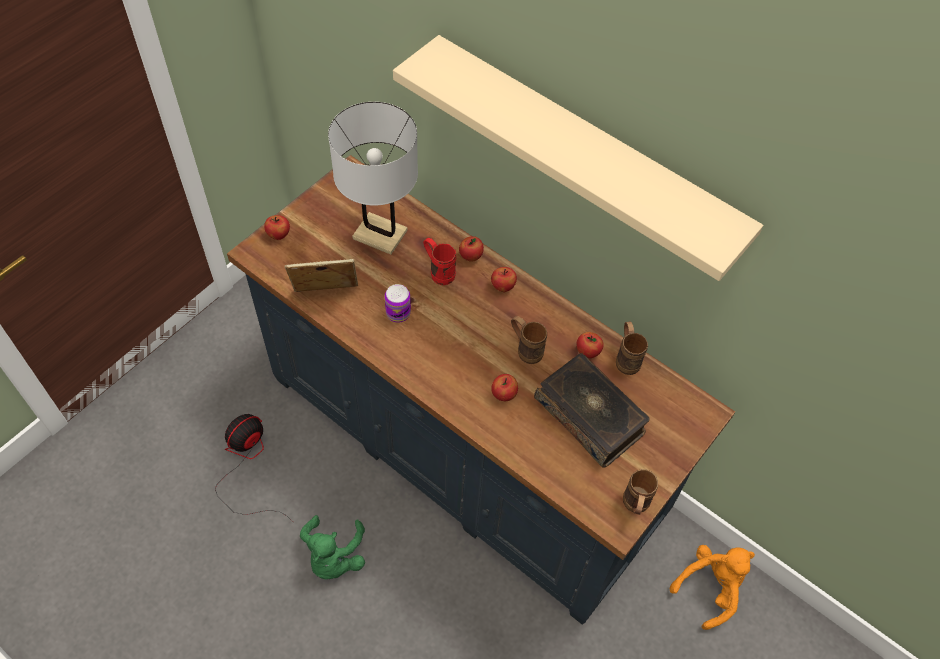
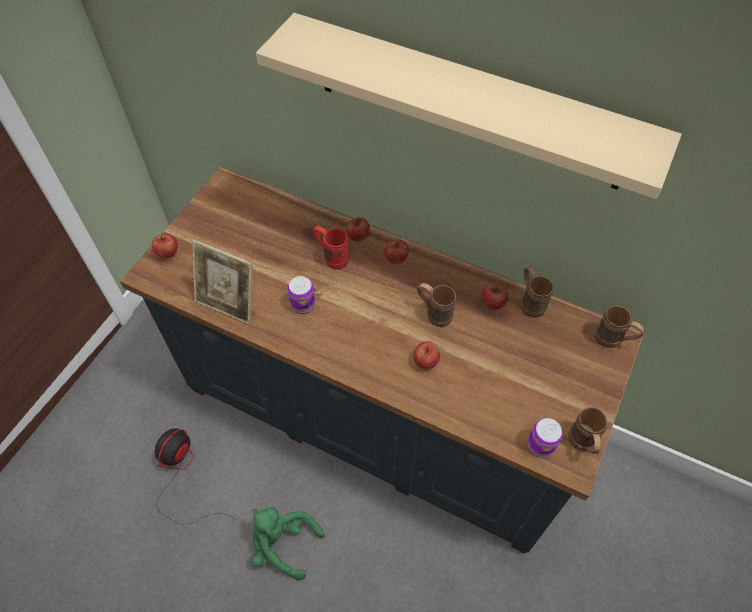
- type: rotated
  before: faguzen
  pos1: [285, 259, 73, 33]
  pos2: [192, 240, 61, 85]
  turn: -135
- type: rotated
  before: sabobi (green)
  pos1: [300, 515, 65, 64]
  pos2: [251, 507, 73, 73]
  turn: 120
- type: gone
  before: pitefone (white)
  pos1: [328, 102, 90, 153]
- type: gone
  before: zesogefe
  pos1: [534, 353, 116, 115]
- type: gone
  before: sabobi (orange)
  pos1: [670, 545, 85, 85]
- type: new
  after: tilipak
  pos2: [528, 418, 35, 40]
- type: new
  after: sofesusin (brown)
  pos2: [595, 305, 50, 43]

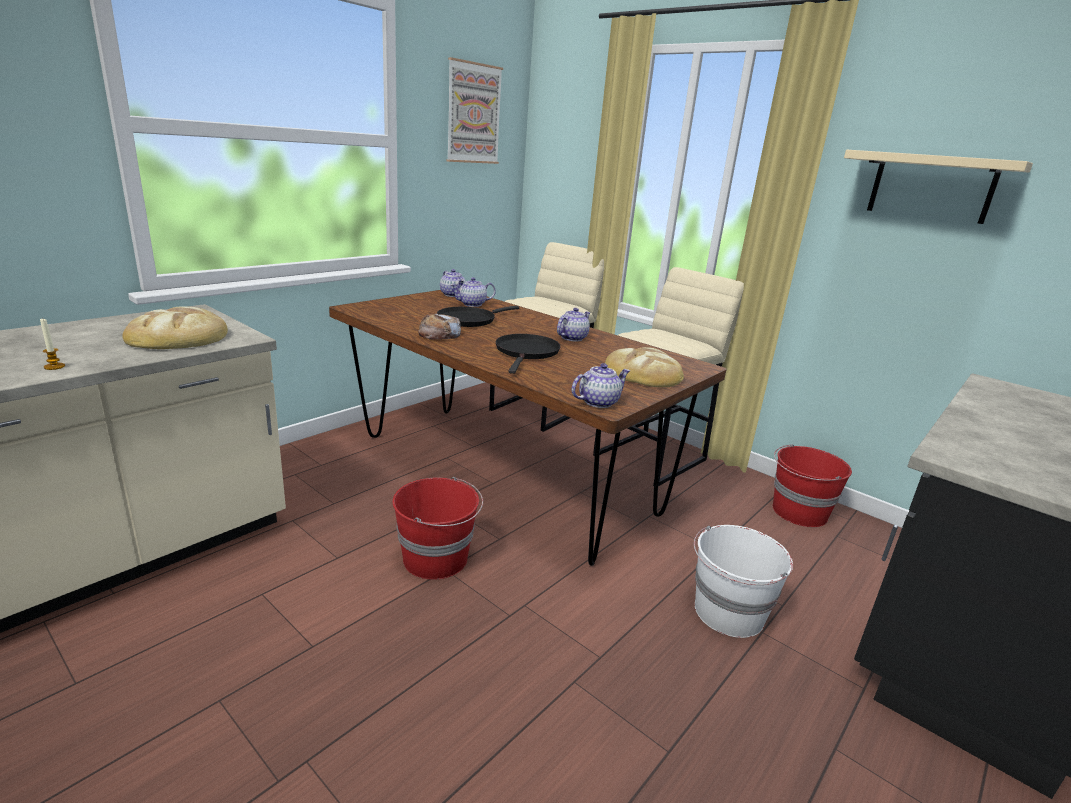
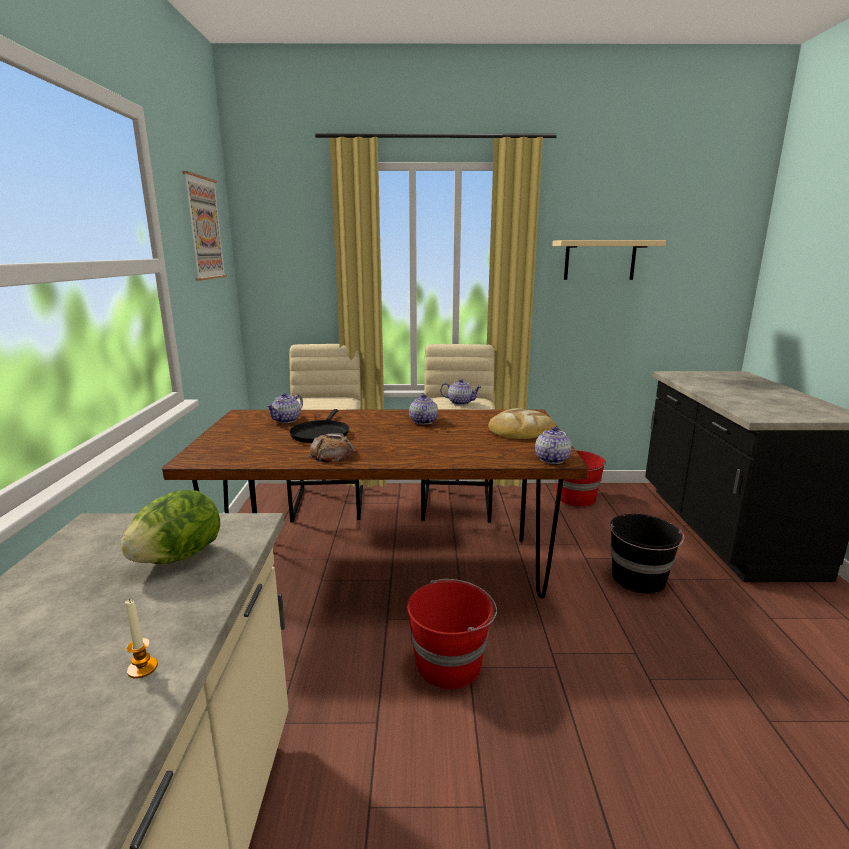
- type: swapped
  before: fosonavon
  after: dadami
  pos1: [122, 306, 106, 43]
  pos2: [120, 490, 100, 74]
- type: shifted
  before: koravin
  pos1: [440, 269, 26, 28]
  pos2: [440, 379, 41, 26]
- type: gone
  before: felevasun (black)
  pos1: [496, 334, 65, 40]
- type: repainted
  before: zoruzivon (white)
  after: zoruzivon (black)
  pos1: [694, 525, 99, 113]
  pos2: [610, 514, 74, 80]

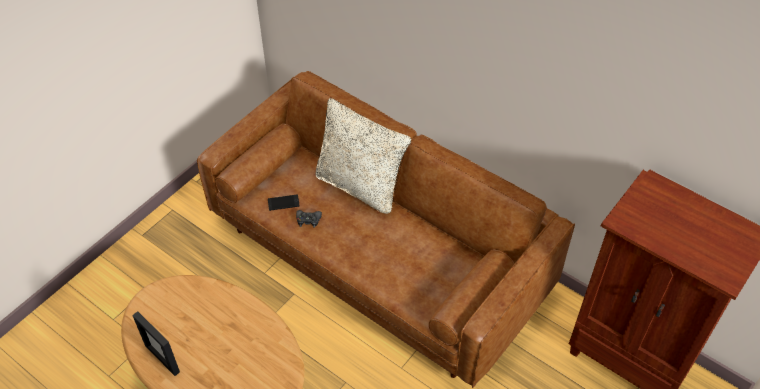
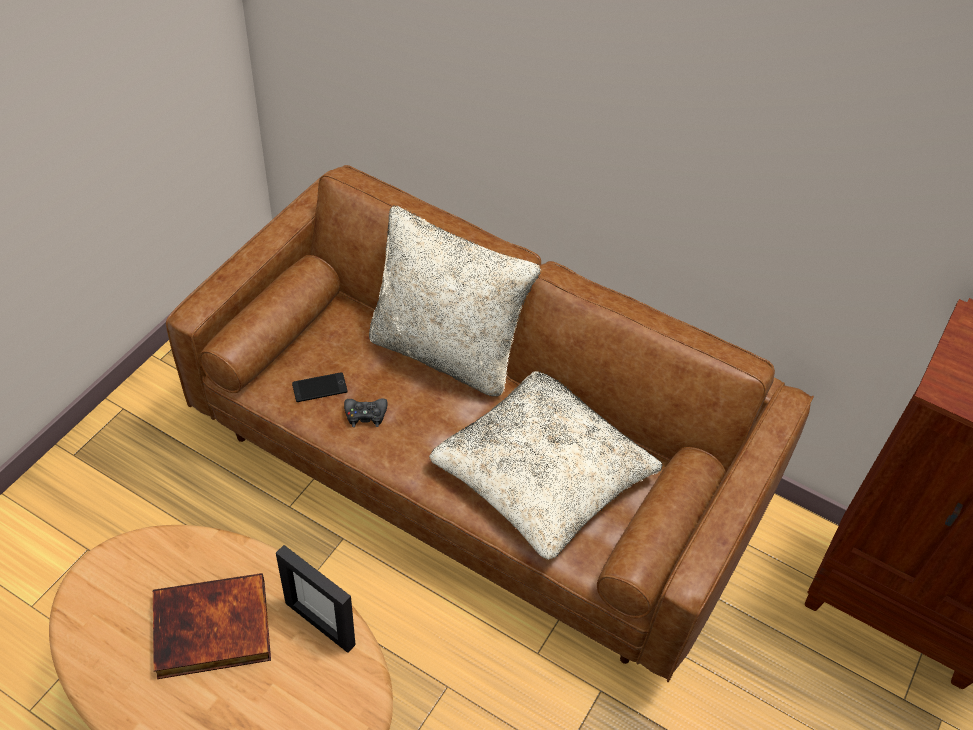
- type: shifted
  before: faguzen
  pos1: [132, 311, 48, 65]
  pos2: [276, 545, 80, 108]
- type: new
  after: zesogefe
  pos2: [153, 573, 118, 106]
- type: new
  after: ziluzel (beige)
  pos2: [429, 371, 234, 189]

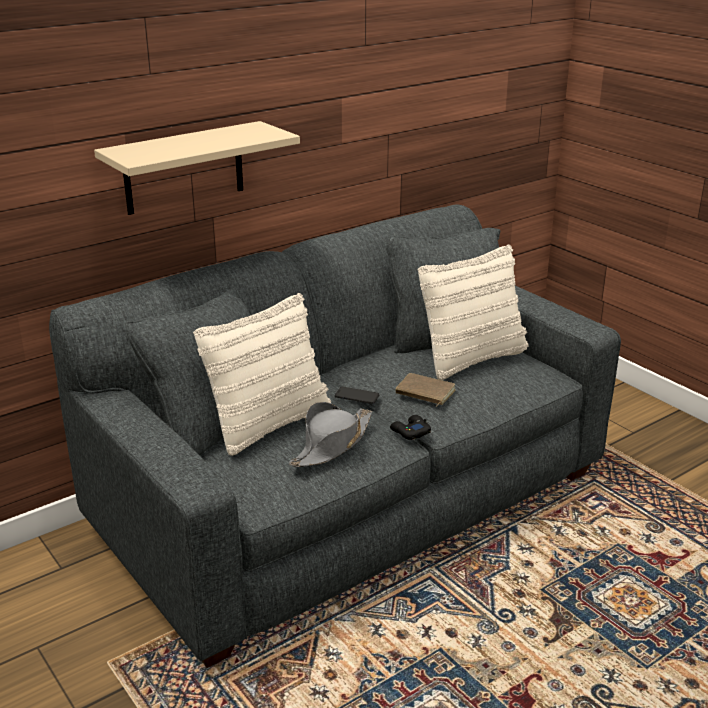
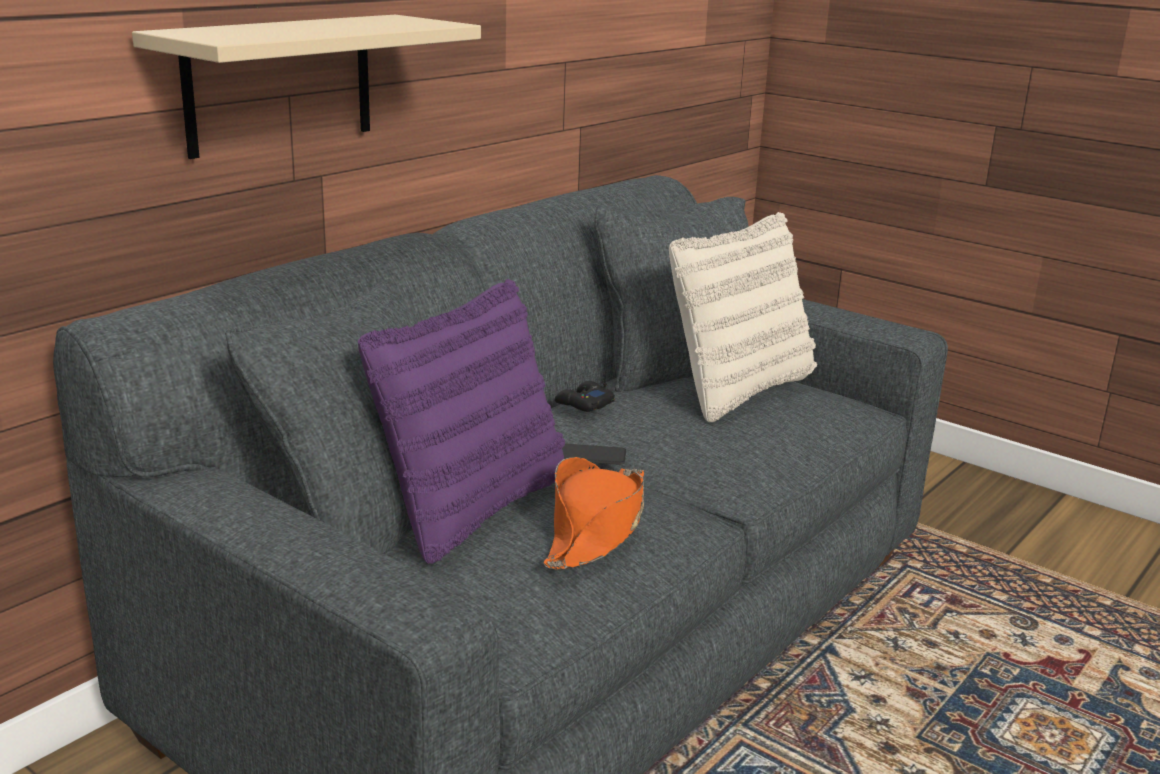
- type: repainted
  before: ziluzel (beige)
  after: ziluzel (purple)
  pos1: [193, 293, 138, 163]
  pos2: [358, 279, 207, 285]
- type: repainted
  before: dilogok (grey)
  after: dilogok (orange)
  pos1: [289, 402, 83, 65]
  pos2: [544, 457, 100, 113]
- type: shifted
  before: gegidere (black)
  pos1: [390, 415, 41, 25]
  pos2: [555, 381, 60, 31]
- type: gone
  before: zesogefe (brown)
  pos1: [395, 373, 61, 33]

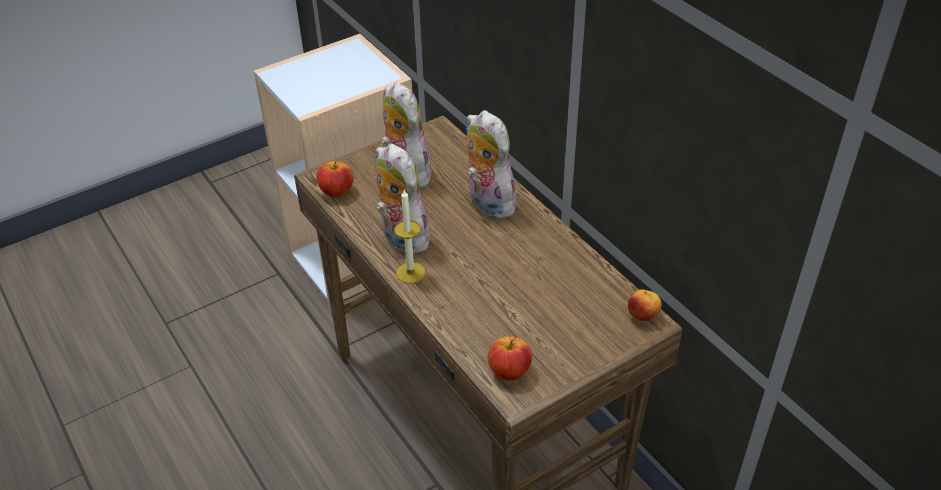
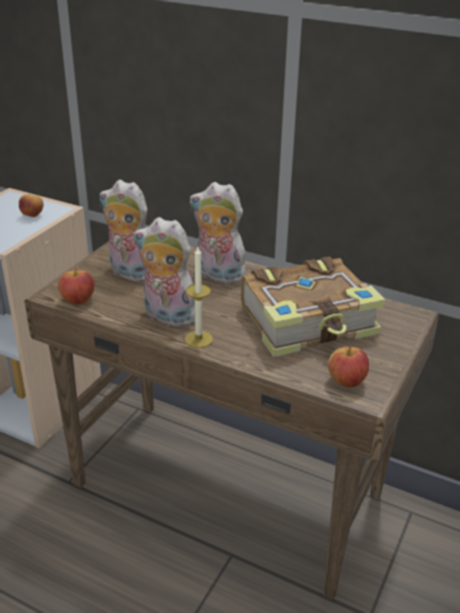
- type: shifted
  before: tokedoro
  pos1: [628, 290, 34, 31]
  pos2: [19, 194, 25, 23]
- type: new
  after: zesogefe
  pos2: [241, 257, 145, 100]

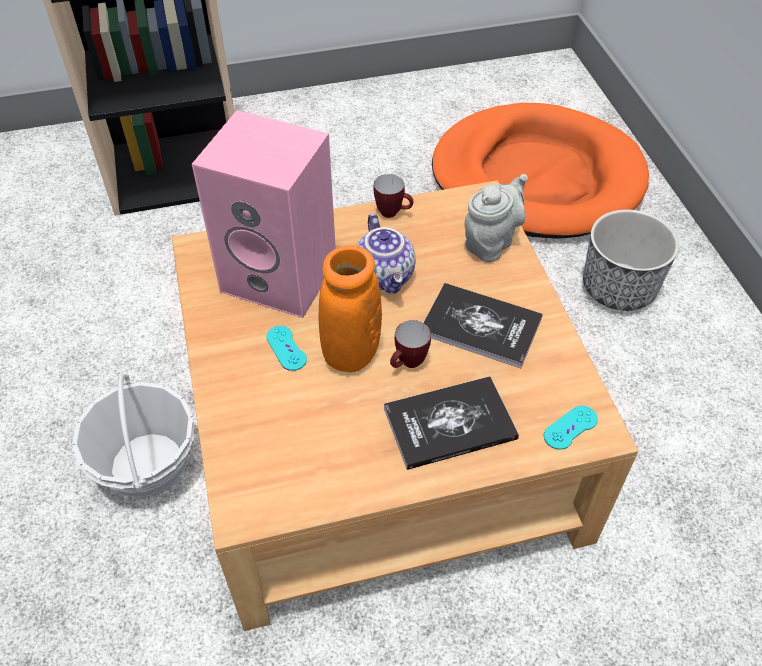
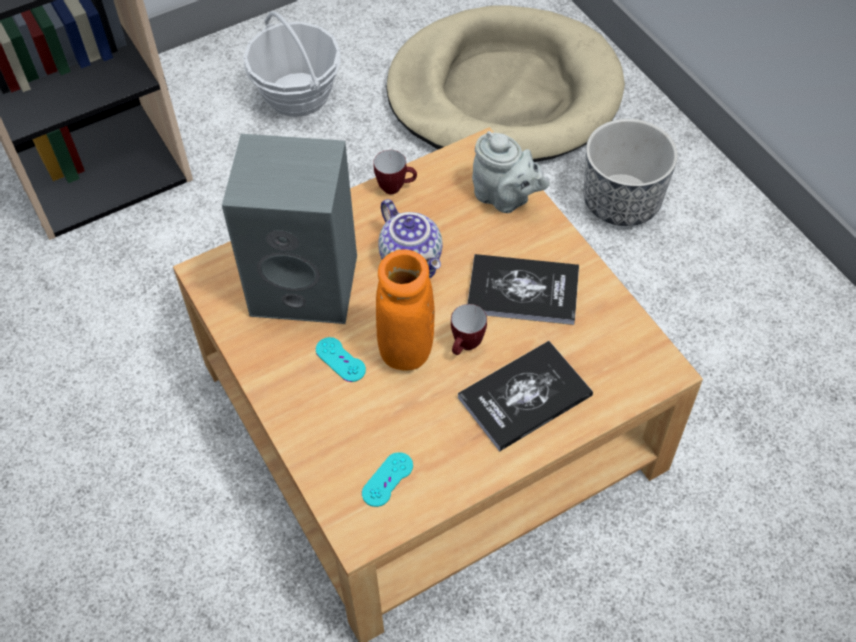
- type: shifted
  before: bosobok
  pos1: [72, 374, 122, 124]
  pos2: [244, 11, 97, 106]
- type: repainted
  before: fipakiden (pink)
  after: fipakiden (grey)
  pos1: [192, 110, 144, 208]
  pos2: [222, 134, 135, 190]
- type: repainted
  before: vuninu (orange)
  after: vuninu (beige)
  pos1: [432, 103, 217, 136]
  pos2: [386, 5, 239, 157]
- type: rotated
  before: koravin (grey)
  pos1: [465, 174, 63, 88]
  pos2: [472, 131, 78, 82]
  turn: 105
- type: shifted
  before: gegidere (turquoise)
  pos1: [544, 406, 54, 44]
  pos2: [362, 452, 51, 55]

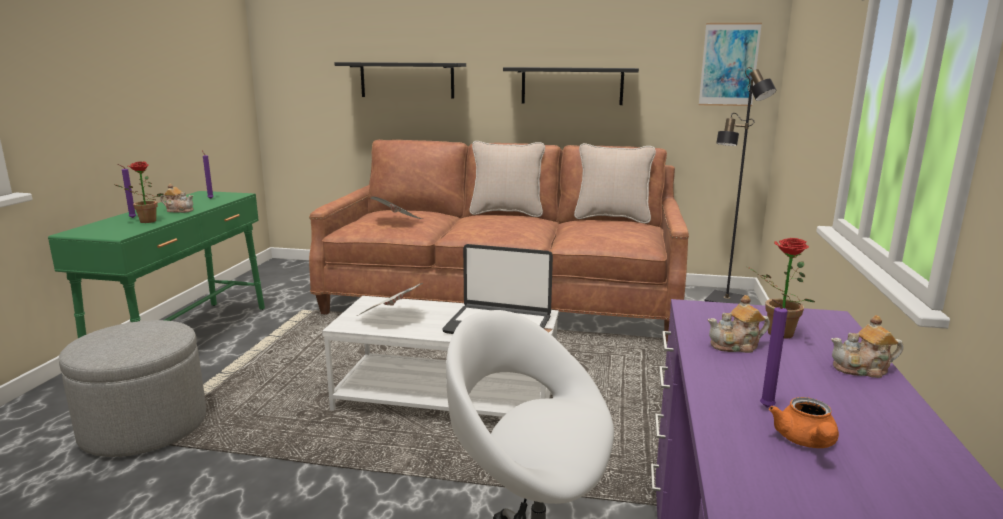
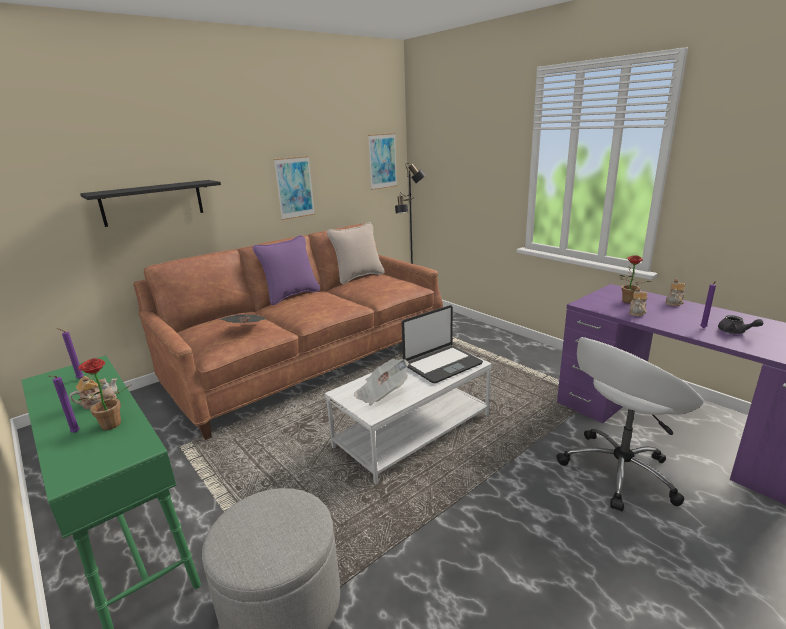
- type: repainted
  before: ziluzel (beige)
  after: ziluzel (purple)
  pos1: [470, 141, 75, 76]
  pos2: [253, 235, 67, 70]
- type: swapped
  before: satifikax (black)
  after: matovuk
  pos1: [503, 67, 136, 38]
  pos2: [274, 156, 41, 64]
- type: repainted
  before: koravin (orange)
  after: koravin (grey)
  pos1: [769, 397, 70, 51]
  pos2: [718, 315, 45, 19]

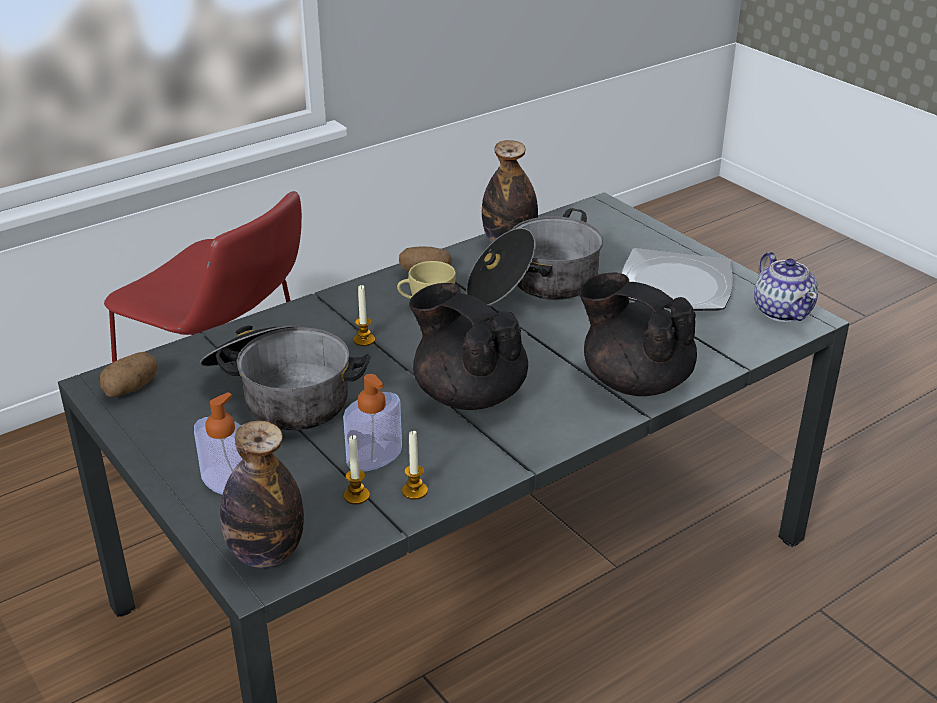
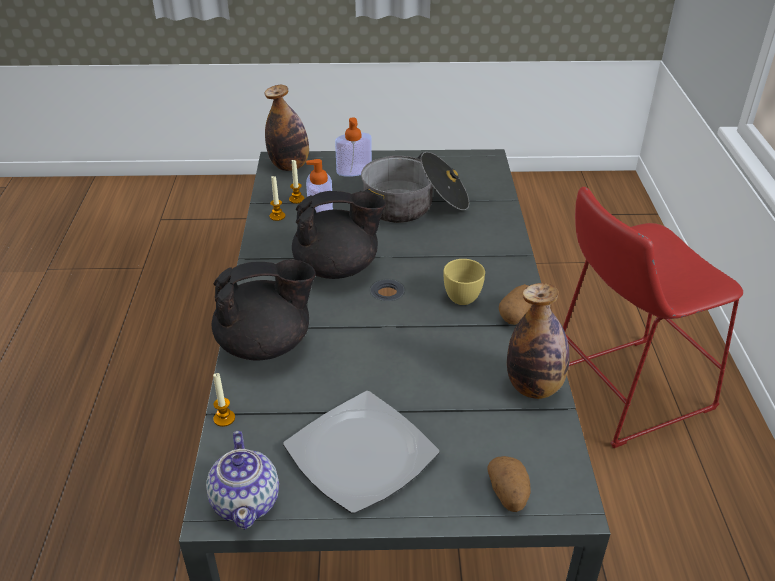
- type: shifted
  before: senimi
  pos1: [100, 352, 58, 45]
  pos2: [487, 456, 44, 56]
- type: shifted
  before: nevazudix
  pos1: [354, 285, 21, 61]
  pos2: [213, 373, 22, 54]
- type: gone
  before: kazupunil
  pos1: [466, 208, 137, 98]
- type: rotated
  before: koravin
  pos1: [754, 252, 64, 70]
  pos2: [206, 431, 73, 98]
  turn: -120

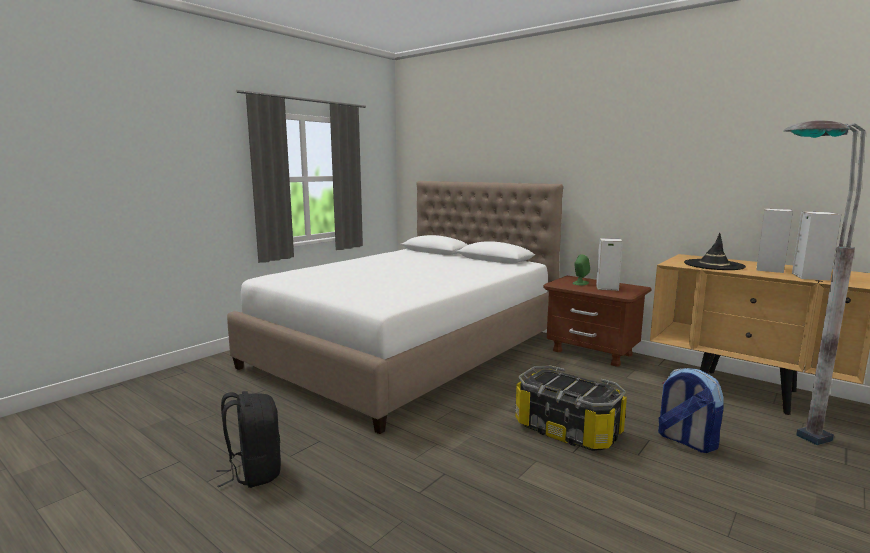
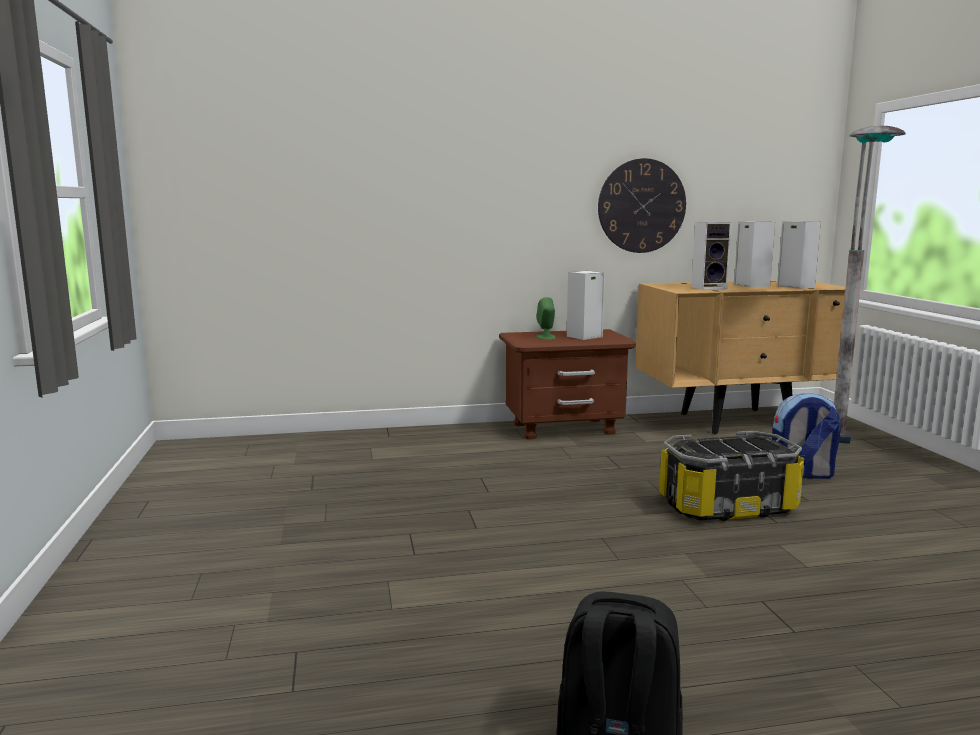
- type: gone
  before: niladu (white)
  pos1: [227, 181, 336, 253]
- type: swapped
  before: dilogok (black)
  after: fipakiden
  pos1: [684, 233, 62, 37]
  pos2: [691, 222, 41, 68]
- type: new
  after: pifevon
  pos2: [598, 158, 88, 95]

